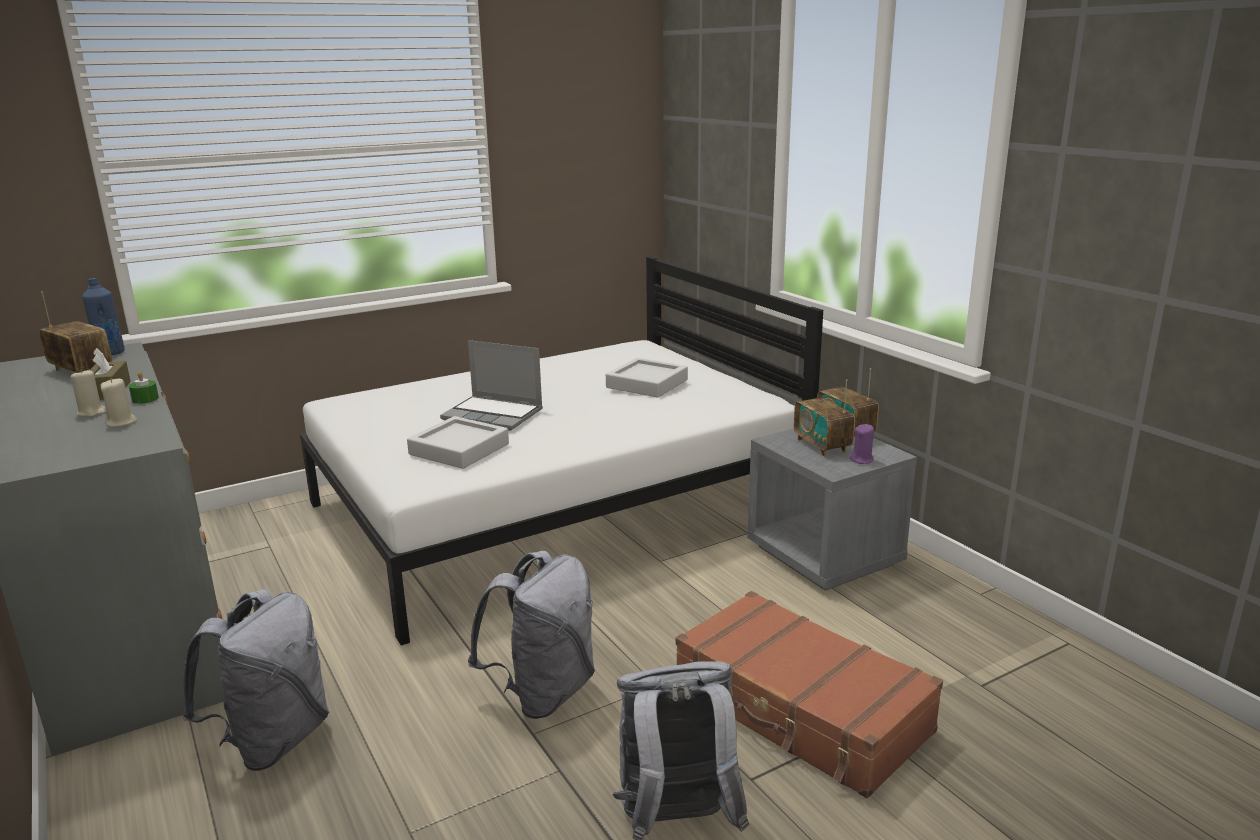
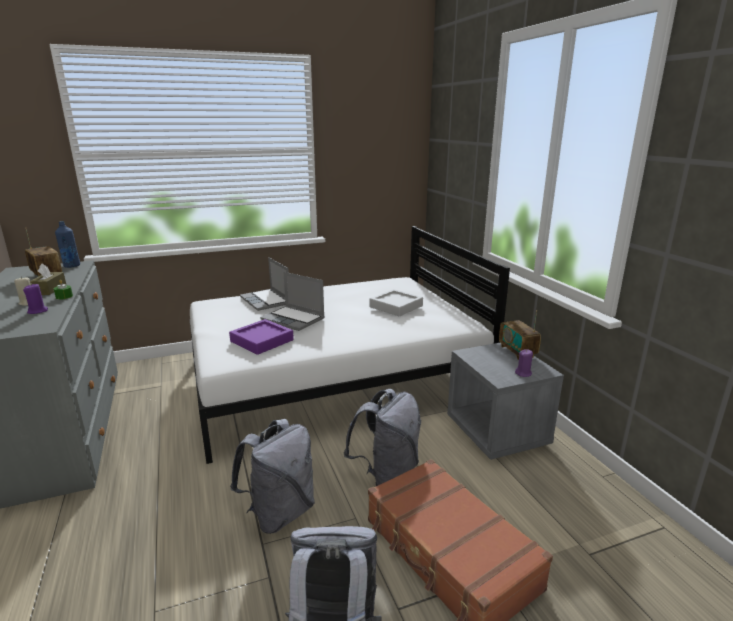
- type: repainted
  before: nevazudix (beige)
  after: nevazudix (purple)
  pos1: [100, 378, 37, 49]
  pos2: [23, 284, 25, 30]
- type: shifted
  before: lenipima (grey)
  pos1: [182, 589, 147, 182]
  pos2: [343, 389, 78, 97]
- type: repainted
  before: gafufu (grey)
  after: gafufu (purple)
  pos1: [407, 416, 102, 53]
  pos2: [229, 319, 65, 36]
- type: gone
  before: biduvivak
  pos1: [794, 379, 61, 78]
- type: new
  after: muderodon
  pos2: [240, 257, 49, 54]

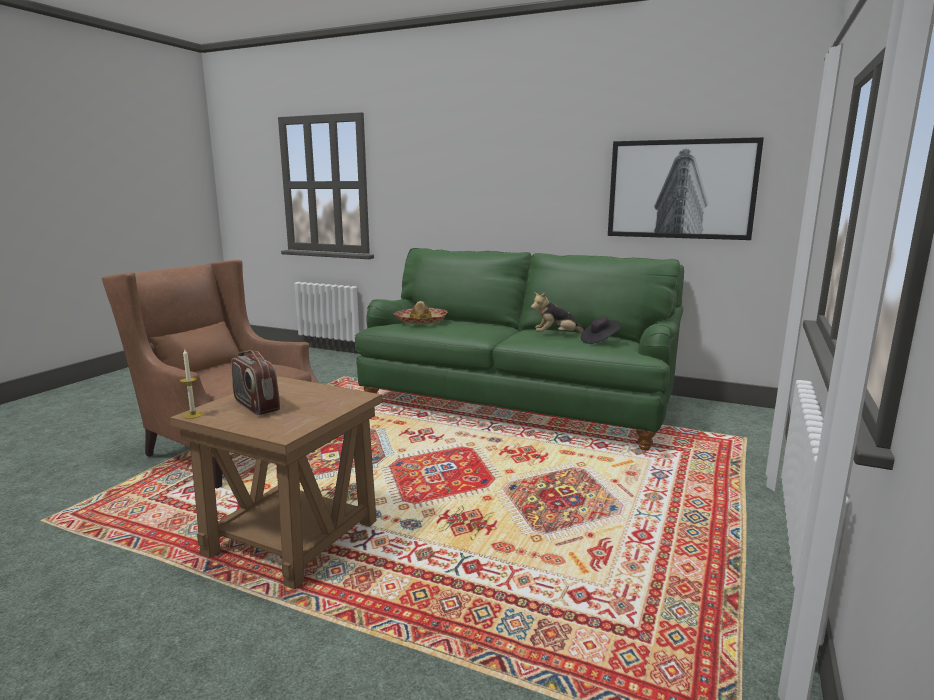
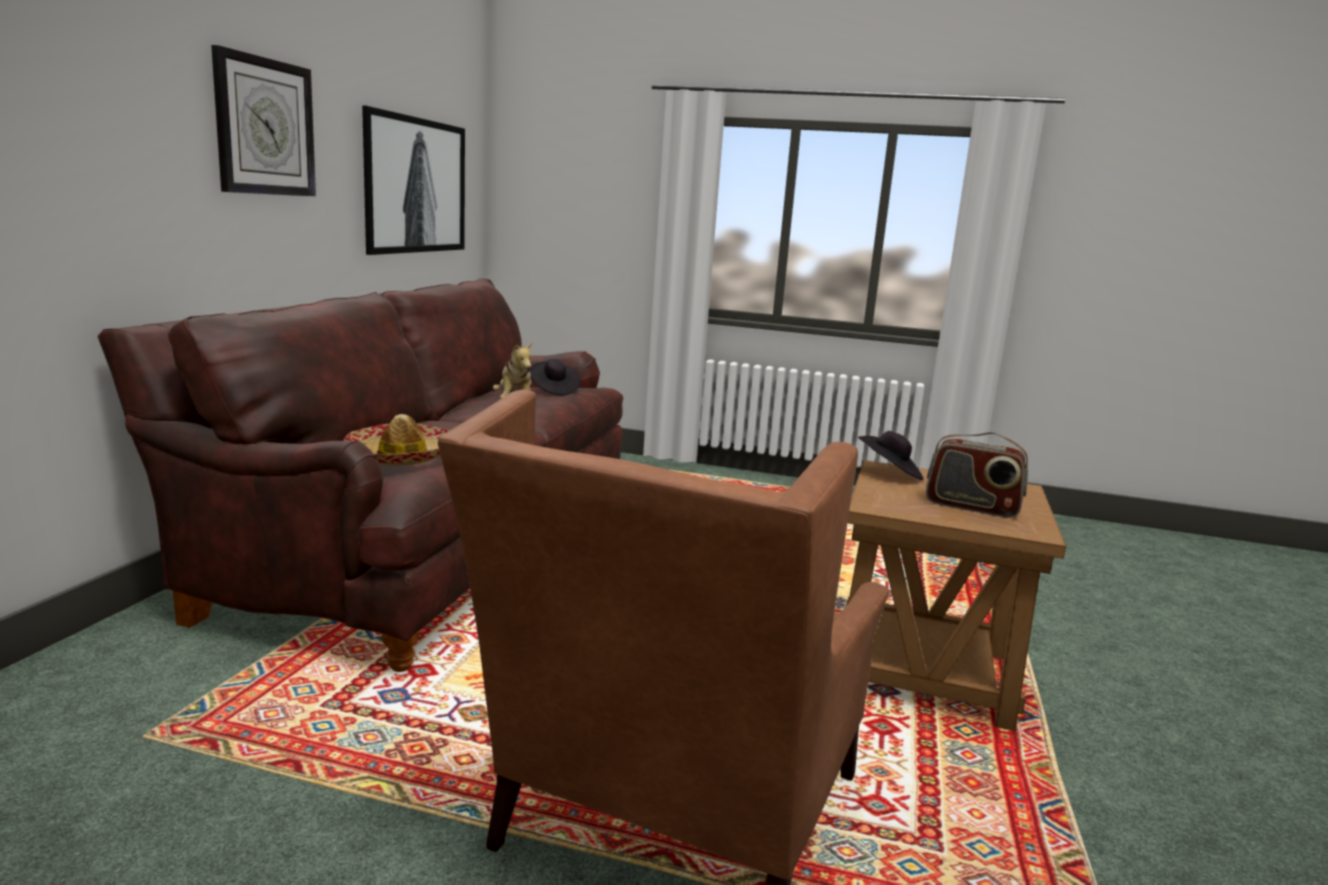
- type: gone
  before: nevazudix
  pos1: [180, 350, 23, 69]
- type: rotated
  before: biduvivak
  pos1: [231, 350, 49, 65]
  pos2: [926, 432, 102, 86]
  turn: 75
- type: repainted
  before: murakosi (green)
  after: murakosi (brown)
  pos1: [355, 248, 329, 202]
  pos2: [98, 278, 525, 394]
- type: new
  after: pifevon
  pos2: [211, 45, 105, 152]
- type: new
  after: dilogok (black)
  pos2: [858, 431, 65, 49]

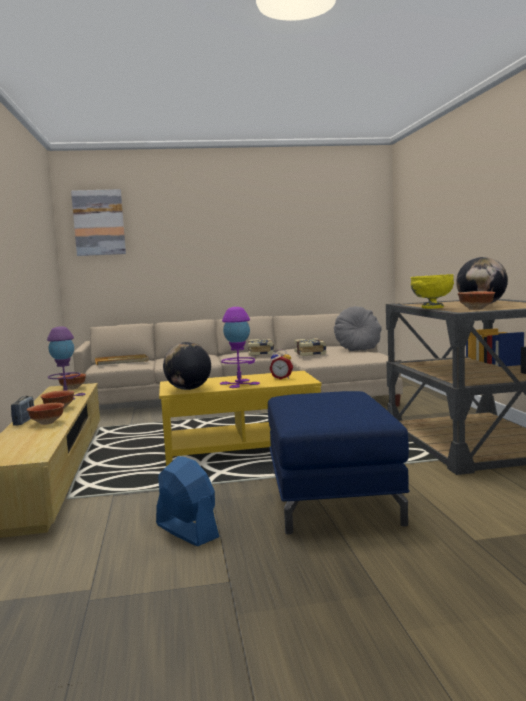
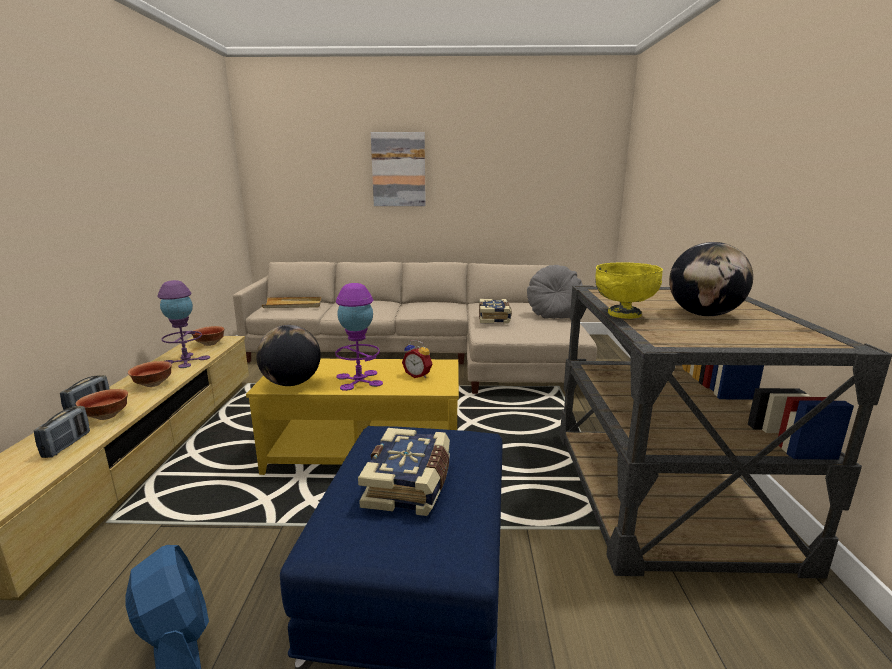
- type: shifted
  before: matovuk
  pos1: [71, 189, 55, 67]
  pos2: [371, 132, 55, 74]
- type: shifted
  before: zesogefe
  pos1: [248, 339, 26, 17]
  pos2: [358, 428, 92, 88]
- type: gone
  before: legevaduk
  pos1: [458, 291, 37, 19]
- type: new
  after: biduvivak
  pos2: [34, 406, 56, 52]

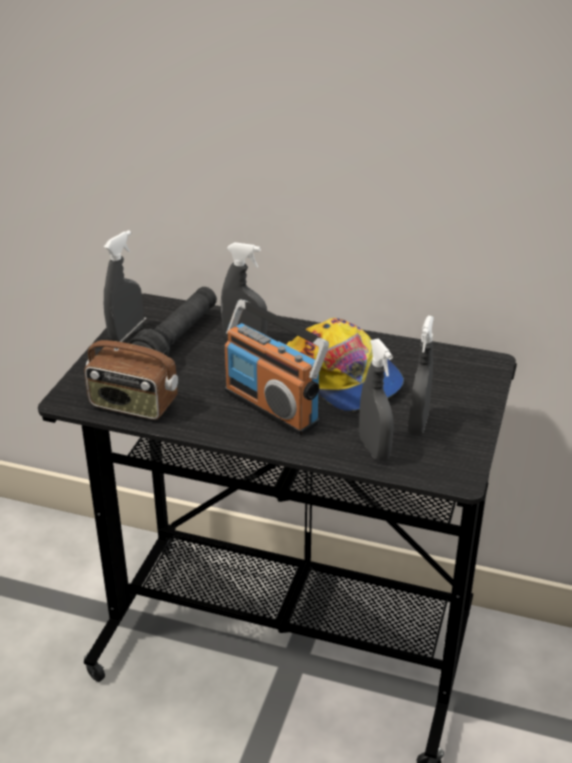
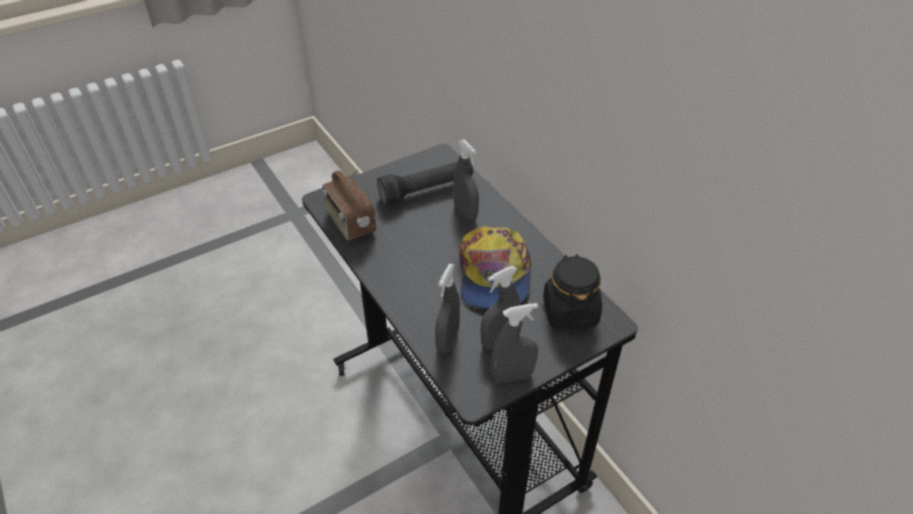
- type: shifted
  before: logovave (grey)
  pos1: [104, 230, 39, 111]
  pos2: [491, 303, 47, 81]
- type: gone
  before: biduvivak
  pos1: [225, 299, 104, 136]
- type: new
  after: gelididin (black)
  pos2: [543, 254, 59, 76]

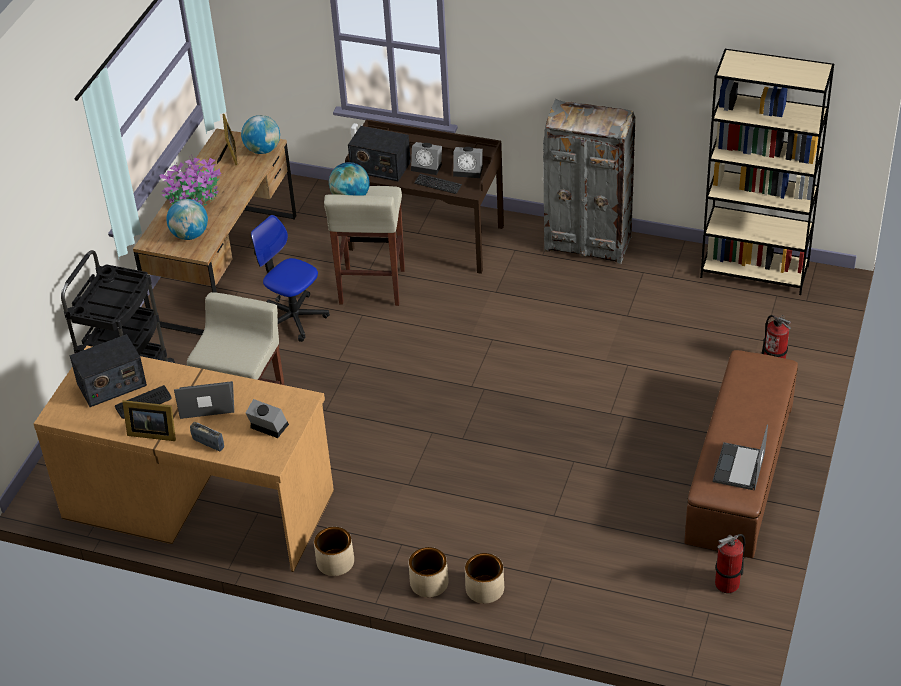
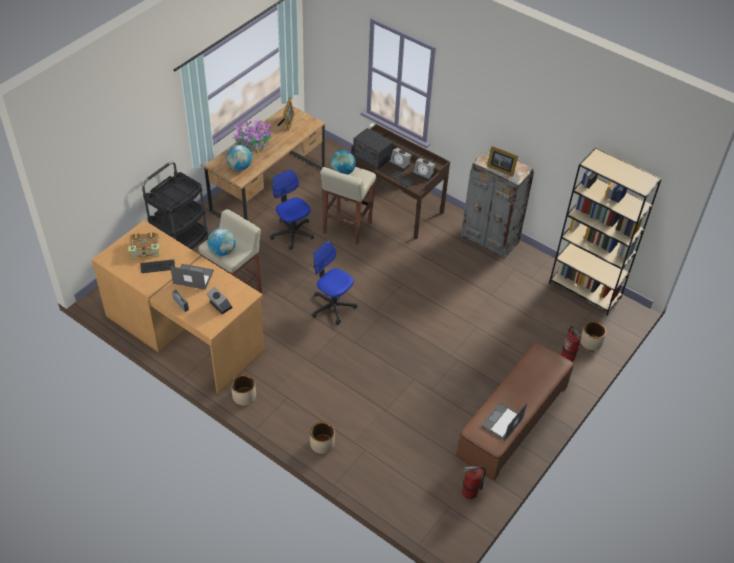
- type: swapped
  before: biduvivak
  after: zesogefe
  pos1: [70, 334, 77, 73]
  pos2: [129, 232, 31, 27]
- type: shifted
  before: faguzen
  pos1: [122, 400, 54, 41]
  pos2: [487, 146, 31, 31]
- type: shifted
  before: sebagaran
  pos1: [241, 115, 39, 39]
  pos2: [207, 228, 29, 28]
- type: shifted
  before: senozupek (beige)
  pos1: [408, 547, 41, 50]
  pos2: [580, 321, 26, 29]
- type: new
  after: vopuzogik
  pos2: [312, 241, 45, 84]

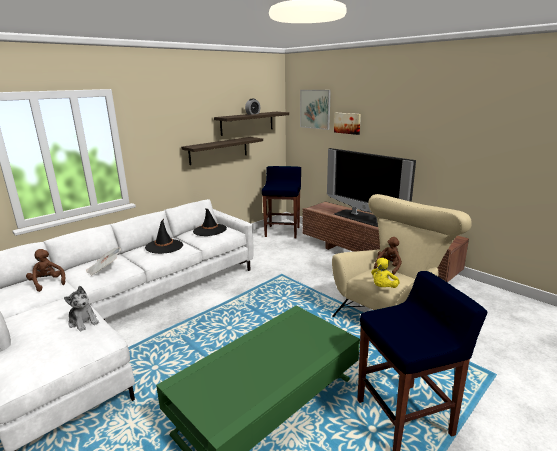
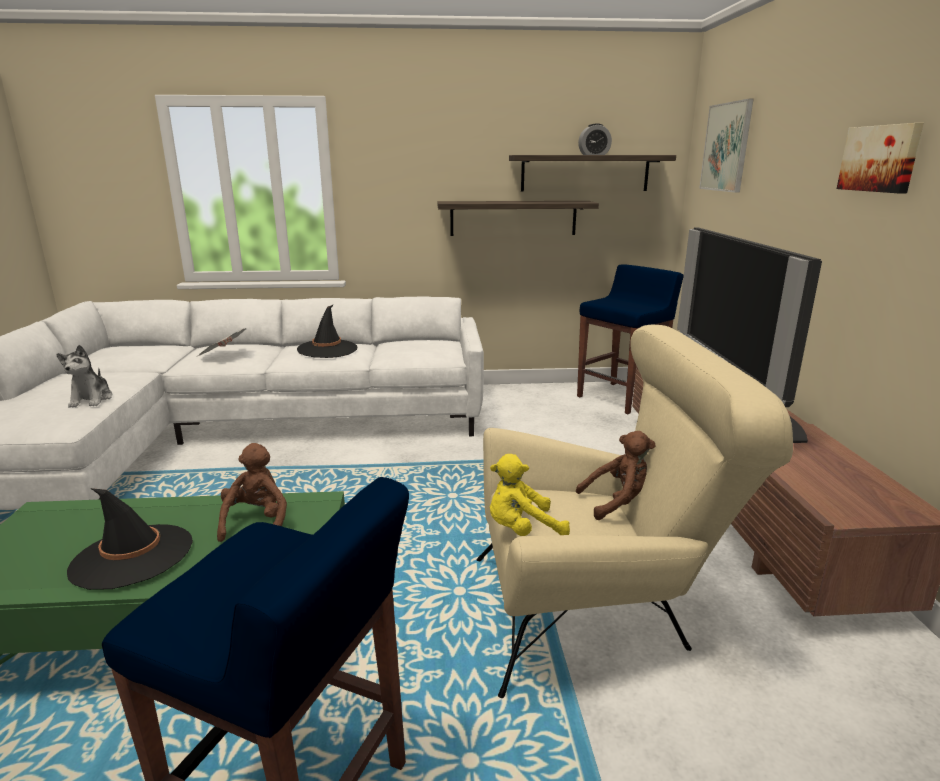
- type: shifted
  before: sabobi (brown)
  pos1: [26, 249, 39, 43]
  pos2: [217, 443, 70, 99]
- type: shifted
  before: dilogok (black)
  pos1: [193, 209, 34, 27]
  pos2: [67, 488, 126, 102]
- type: shifted
  before: matovuk
  pos1: [334, 113, 27, 22]
  pos2: [837, 123, 87, 70]

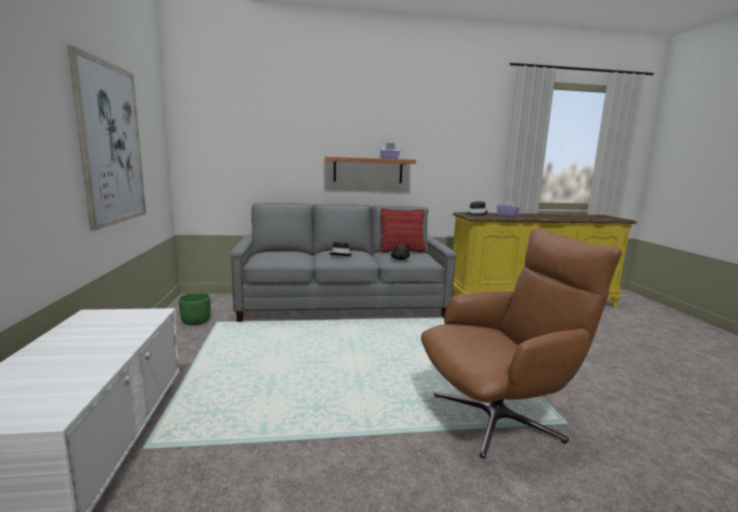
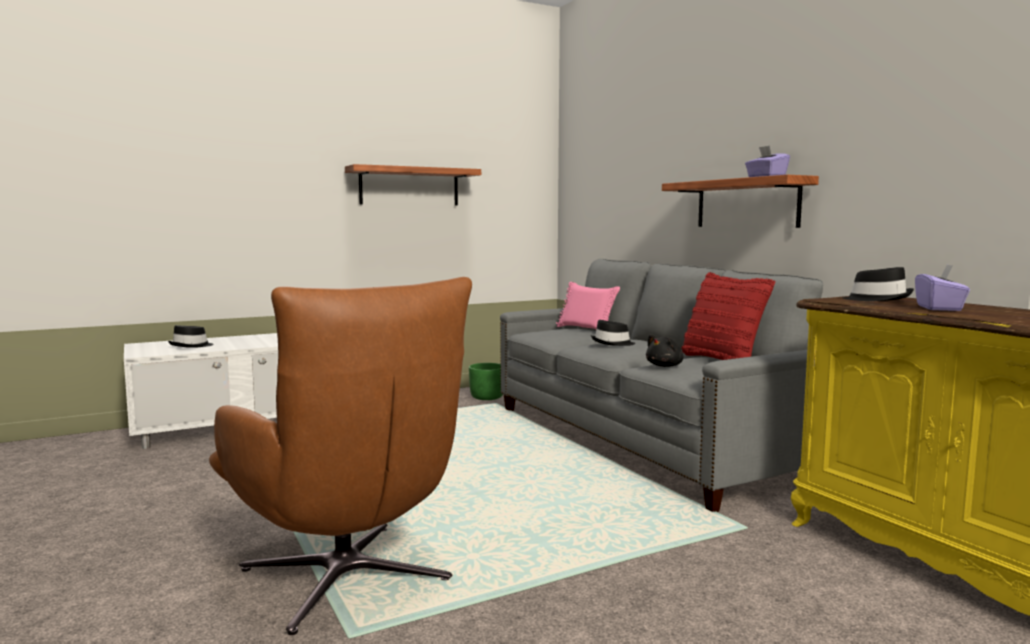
- type: swapped
  before: matovuk
  after: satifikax
  pos1: [67, 45, 79, 186]
  pos2: [345, 164, 136, 41]
- type: new
  after: dilogok (black)
  pos2: [168, 325, 46, 23]
- type: new
  after: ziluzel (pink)
  pos2: [556, 282, 64, 47]

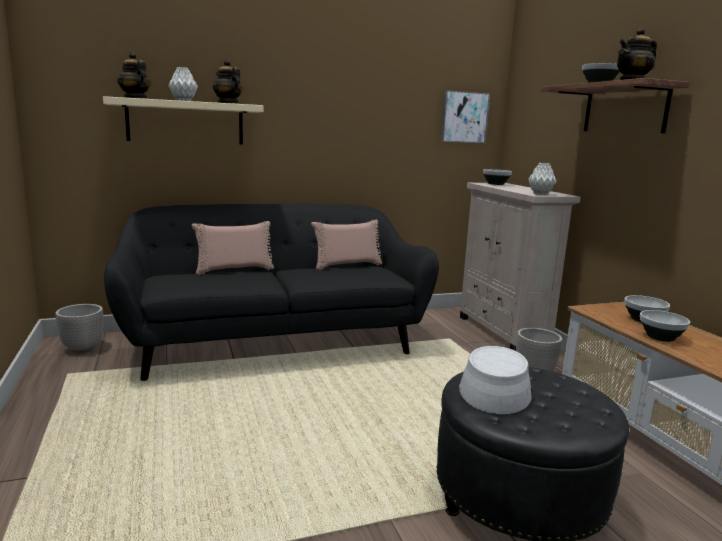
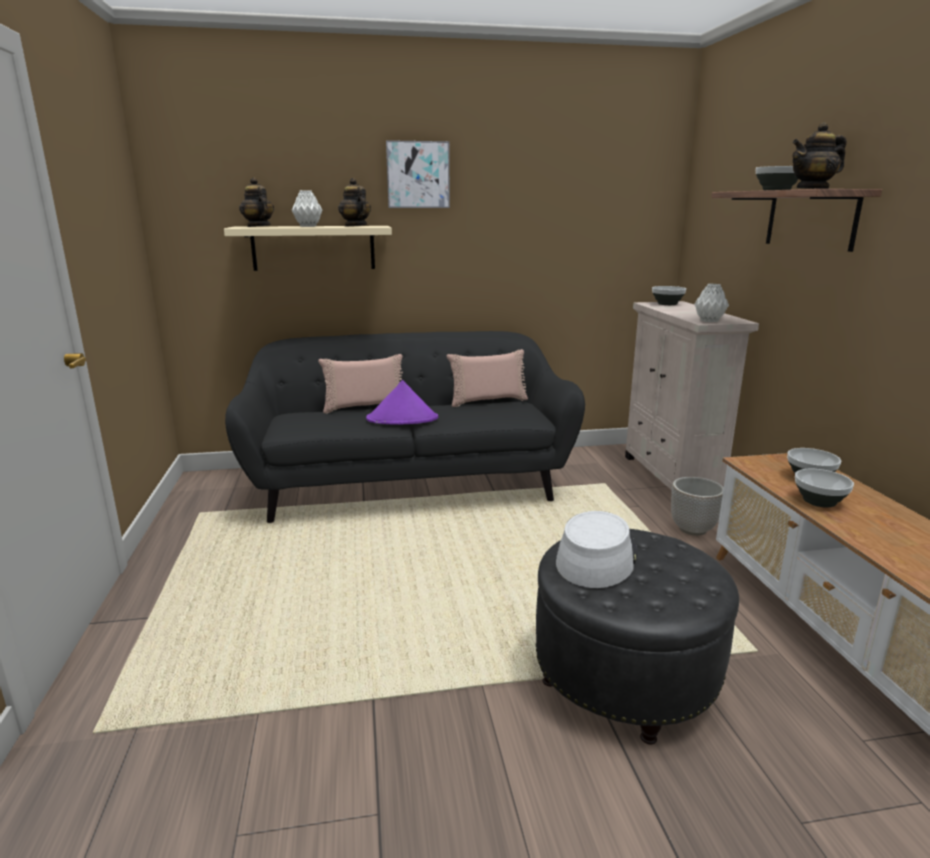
- type: gone
  before: senozupek
  pos1: [55, 304, 48, 49]
- type: shifted
  before: matovuk
  pos1: [441, 90, 49, 53]
  pos2: [386, 140, 64, 68]
- type: new
  after: dilogok (purple)
  pos2: [366, 380, 72, 45]

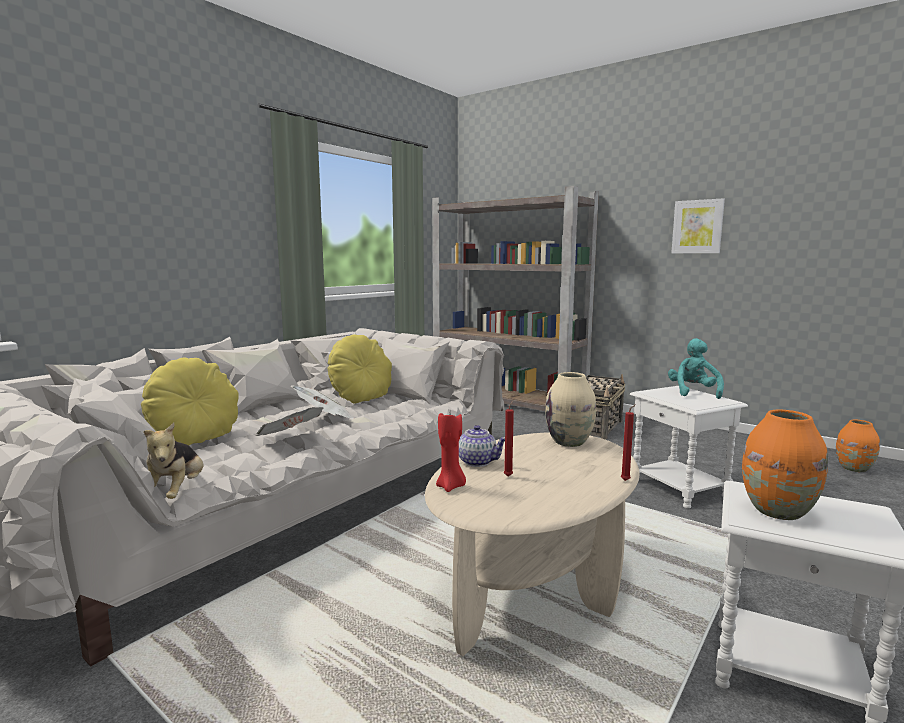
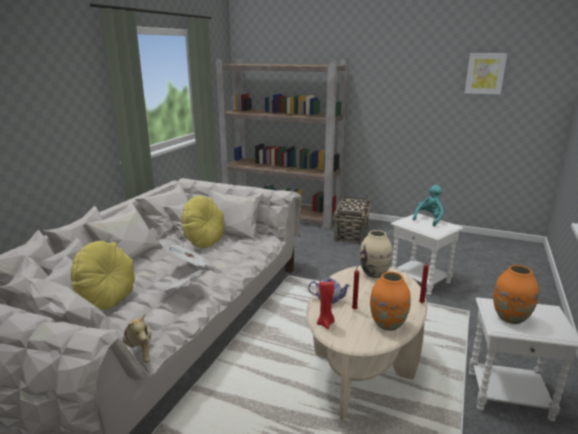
- type: rotated
  before: sabobi (turquoise)
  pos1: [668, 338, 56, 61]
  pos2: [413, 185, 31, 41]
  turn: 45
- type: shifted
  before: matovuk
  pos1: [671, 198, 54, 56]
  pos2: [465, 53, 42, 42]
- type: shifted
  before: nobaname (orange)
  pos1: [836, 420, 44, 52]
  pos2: [370, 272, 41, 59]

